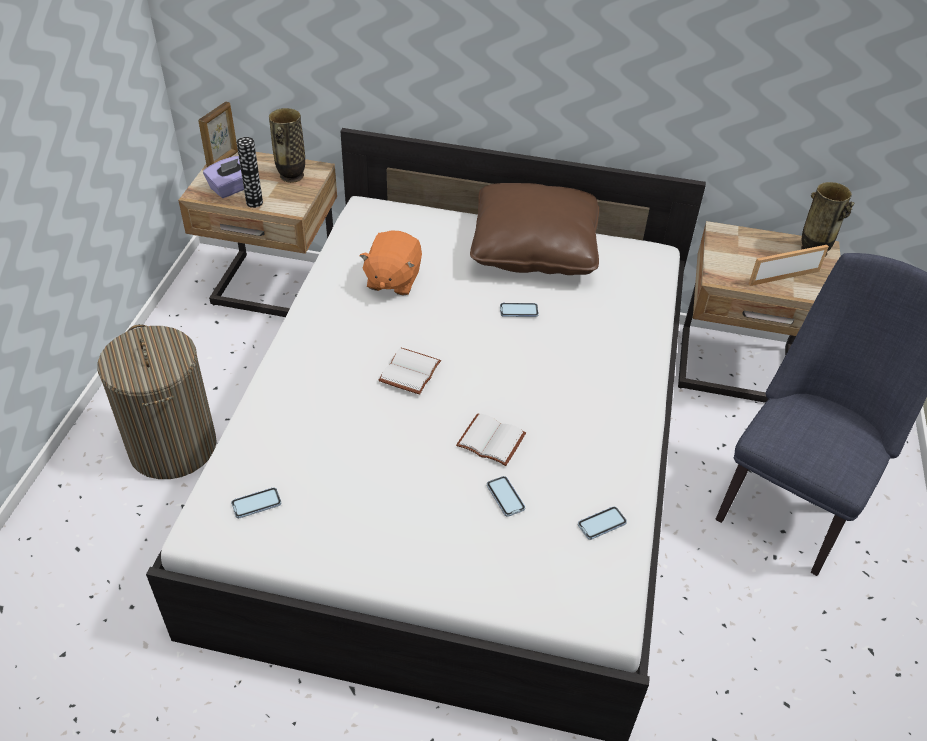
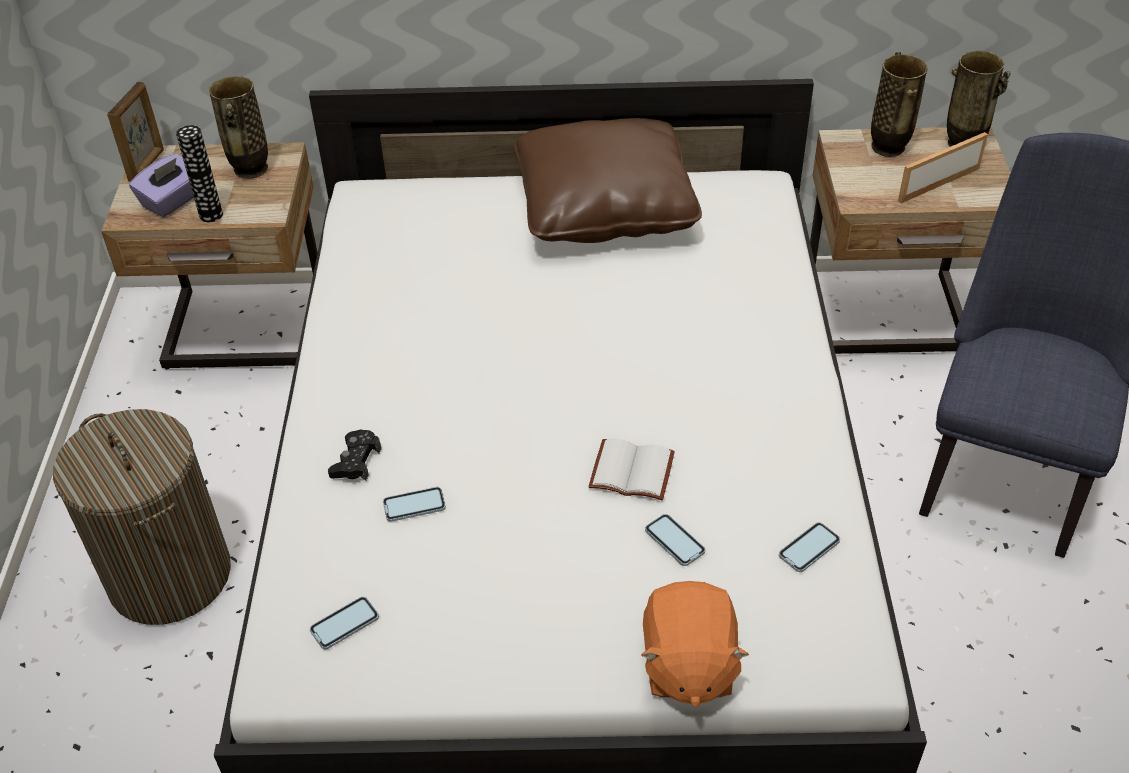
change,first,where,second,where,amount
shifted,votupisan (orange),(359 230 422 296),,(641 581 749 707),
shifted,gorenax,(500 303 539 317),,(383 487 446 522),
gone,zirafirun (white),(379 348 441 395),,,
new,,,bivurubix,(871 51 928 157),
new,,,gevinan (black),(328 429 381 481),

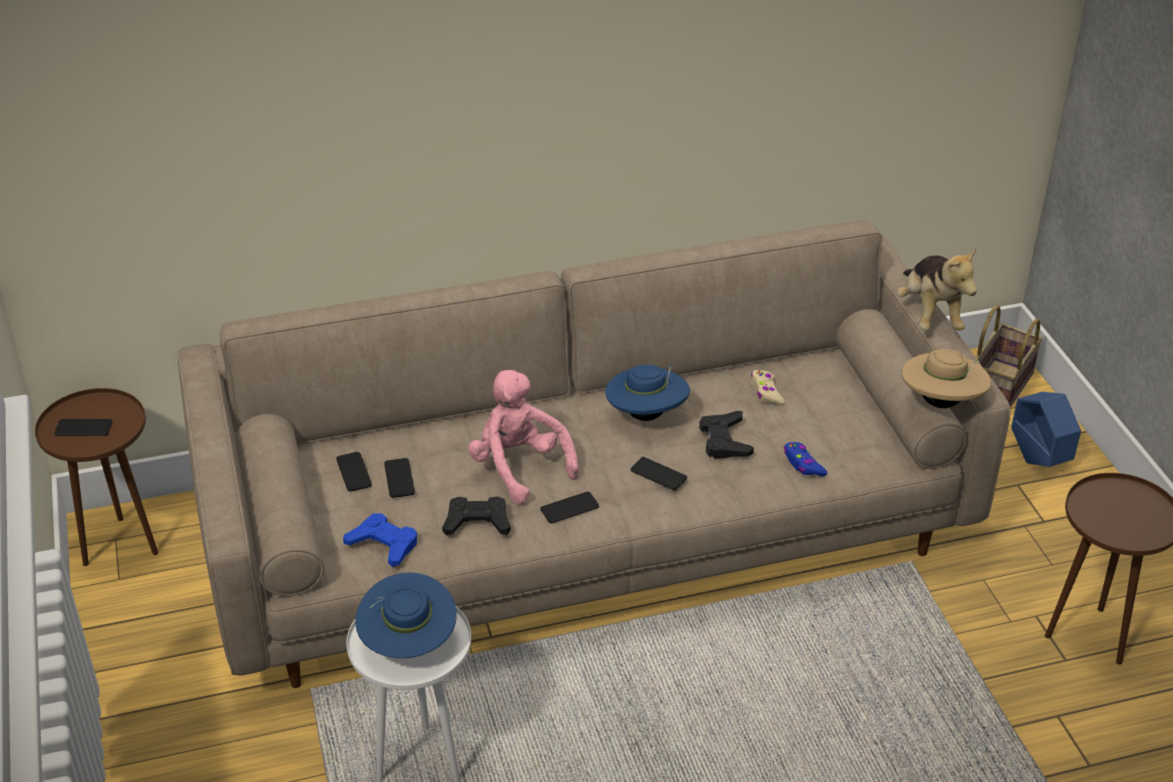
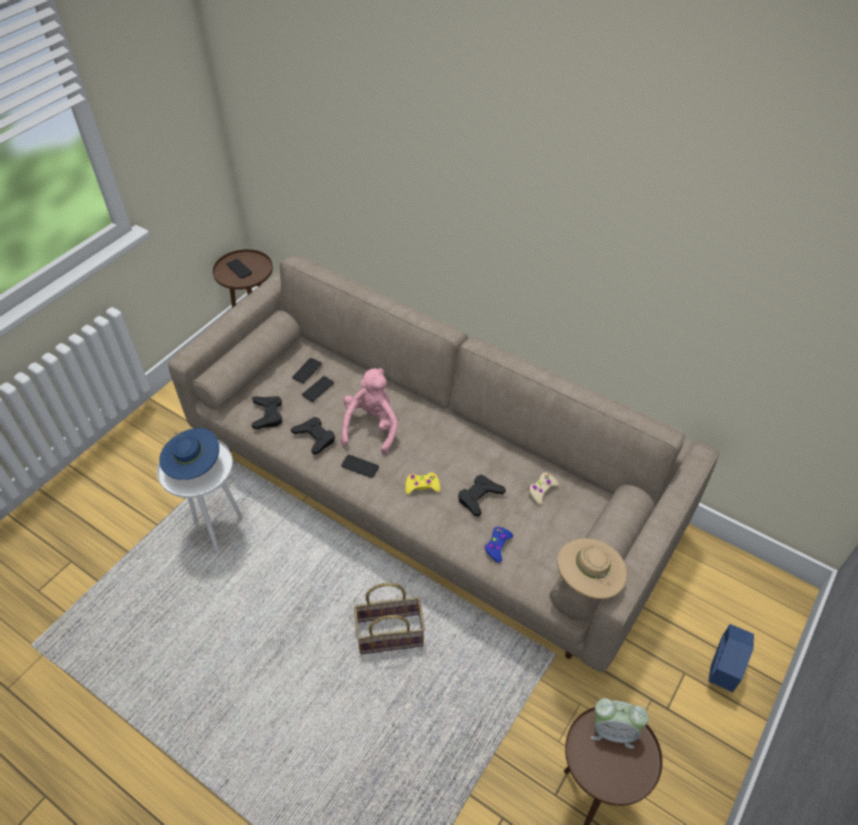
change,first,where,second,where,amount
gone,votupisan,(897 248 977 331),,,
shifted,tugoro,(976 305 1042 408),,(354 583 425 654),
gone,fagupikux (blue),(605 364 690 421),,,
swapped,gorenax,(630 457 687 490),gevinan (yellow),(405 473 440 494),
repainted,gevinan (blue),(343 513 417 567),gevinan (black),(252 396 282 429),
new,,,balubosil,(591 698 649 749),

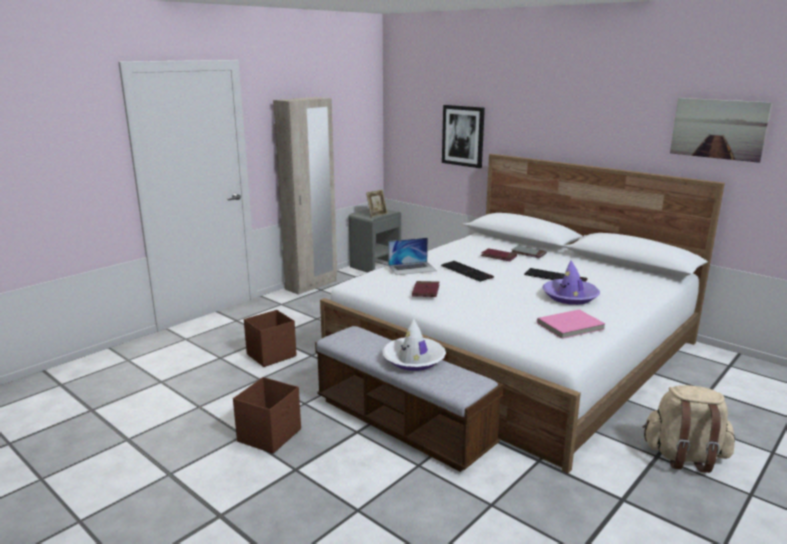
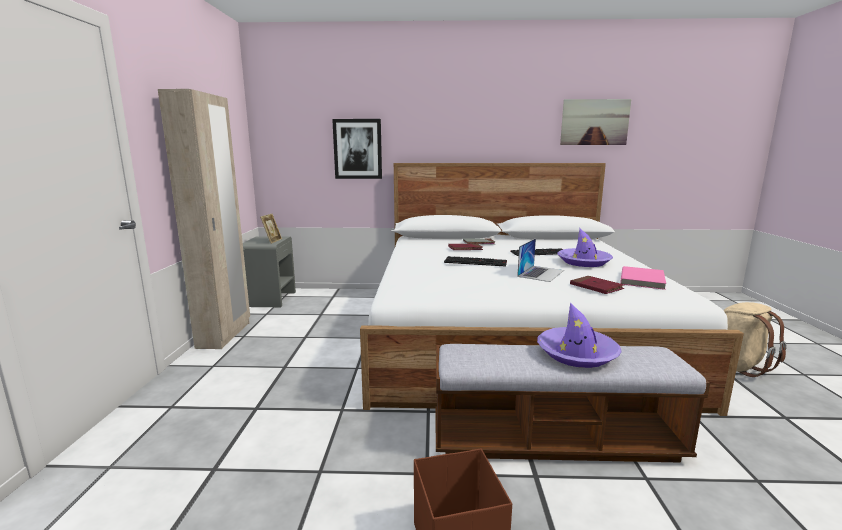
change,first,where,second,where,amount
shifted,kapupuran,(388 238 437 275),,(517 238 564 282),
shifted,zirafirun (red),(412 281 439 297),,(570 276 624 294),
gone,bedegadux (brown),(244 310 297 367),,,
repainted,fagupikux (white),(382 318 446 371),fagupikux (purple),(537 303 622 368),

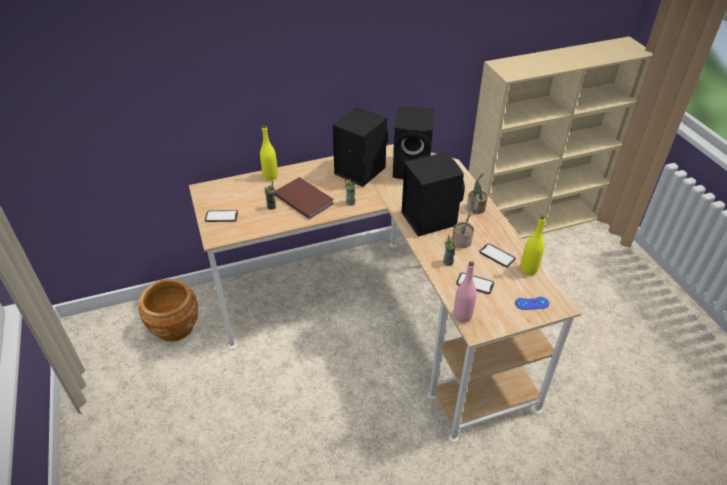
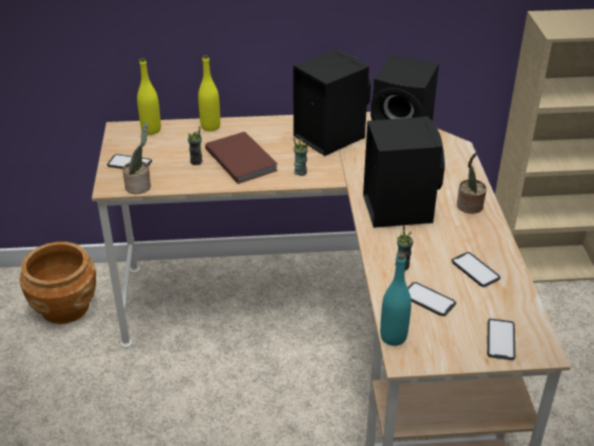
change,first,where,second,where,amount
shifted,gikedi,(452 194 479 248),,(122 122 151 194),
shifted,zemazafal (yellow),(521 215 545 275),,(137 58 161 135),
repainted,zemazafal (pink),(454 261 477 323),zemazafal (turquoise),(380 253 411 346),
swapped,gevinan (blue),(515 297 549 310),gorenax,(487 319 515 360),

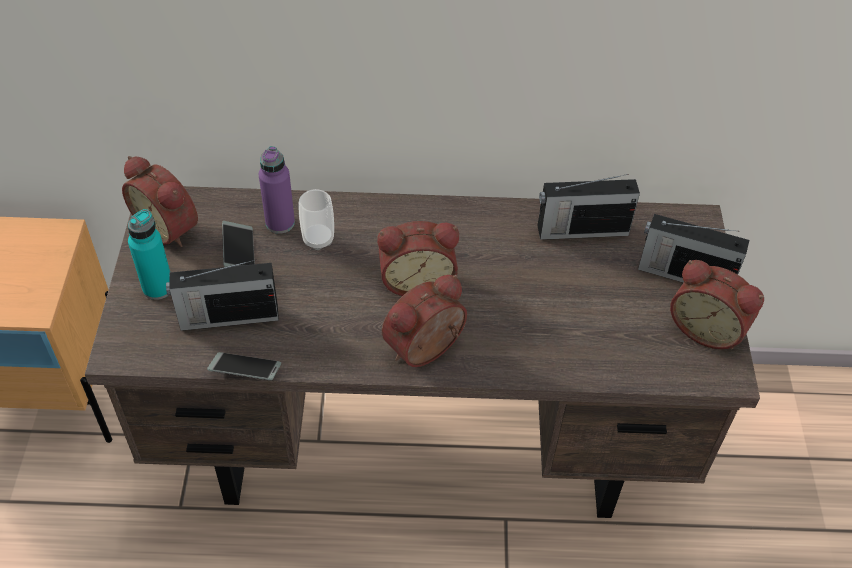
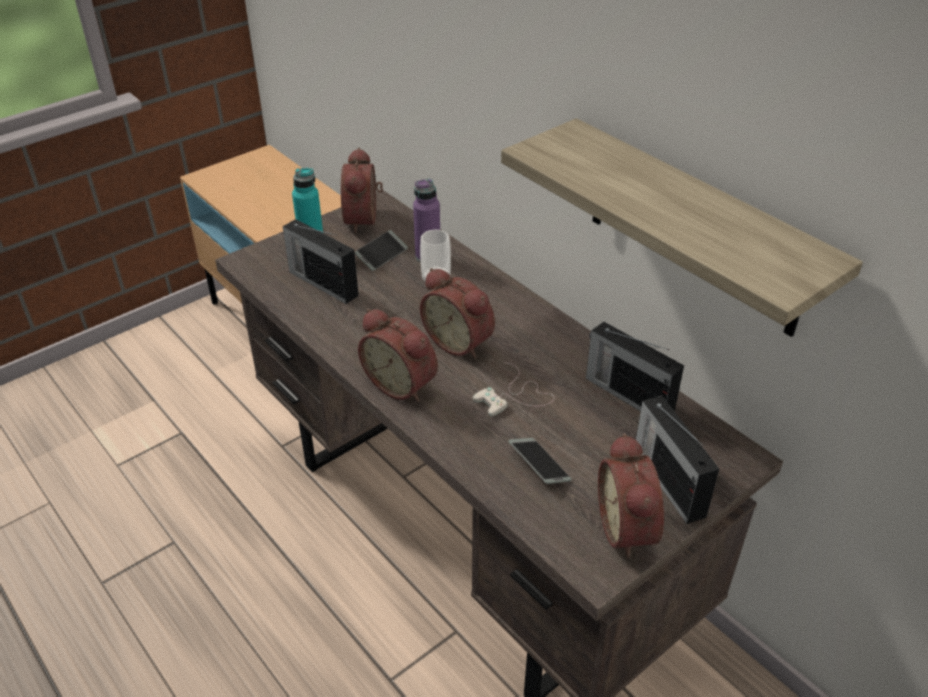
change,first,where,second,where,amount
rotated,balubosil,(382 275 467 367),,(358 309 438 402),150 degrees counterclockwise
shifted,gorenax,(207 352 281 380),,(508 438 571 484),
new,,,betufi,(501 118 863 337),
new,,,gevinan (white),(473 362 554 416),

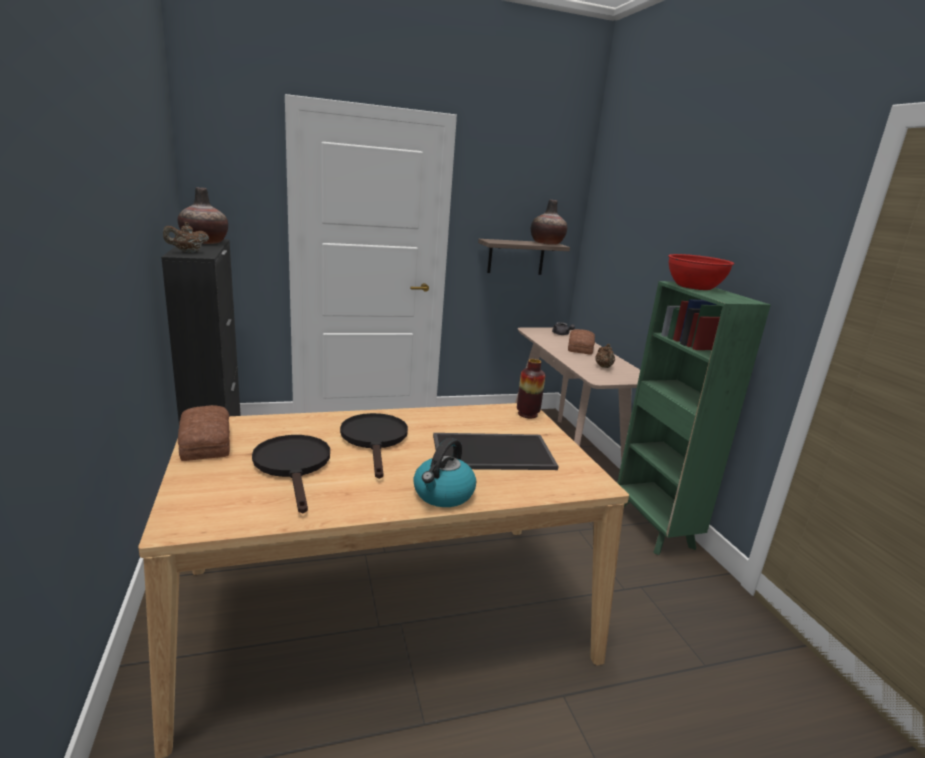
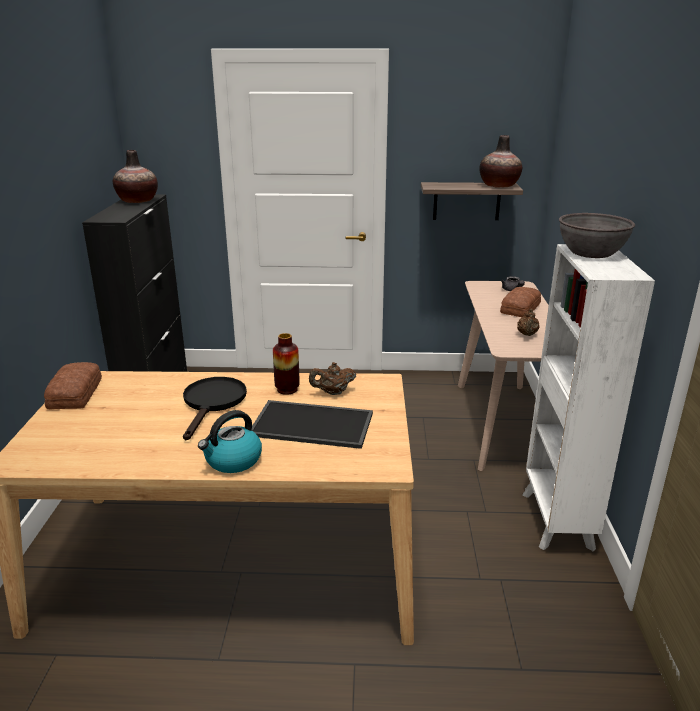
change,first,where,second,where,amount
shifted,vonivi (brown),(163 222 209 253),,(309 362 356 395),
repainted,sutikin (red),(668 254 734 290),sutikin (grey),(559 213 635 258),
repainted,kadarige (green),(617 281 771 555),kadarige (white),(522 244 655 551),
shifted,bivurubix,(517 359 545 418),,(273 333 300 395),
gone,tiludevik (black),(252 435 330 513),,,

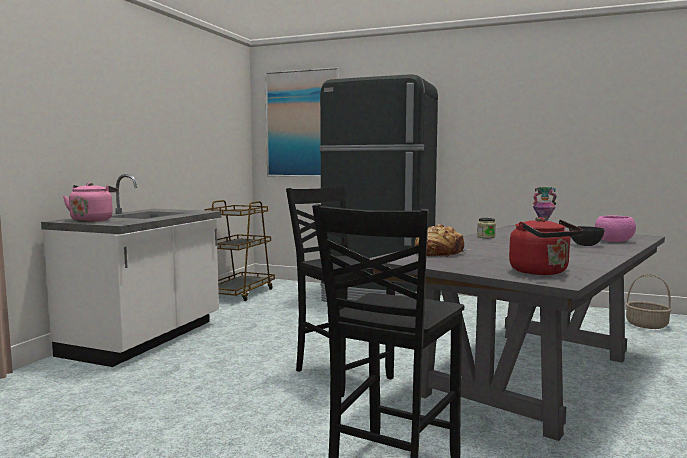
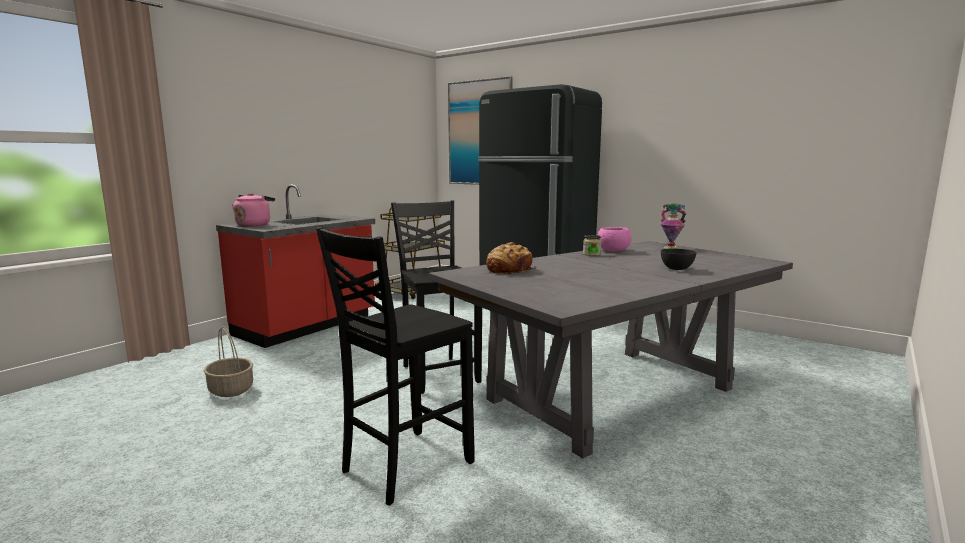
change,first,where,second,where,amount
repainted,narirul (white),(41 174 221 367),narirul (red),(216 184 375 348),
shifted,sutikin (pink),(595 215 636 242),,(598 227 632 251),
gone,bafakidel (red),(509 217 583 275),,,
shifted,tugoro,(626 274 672 329),,(204 326 253 397),

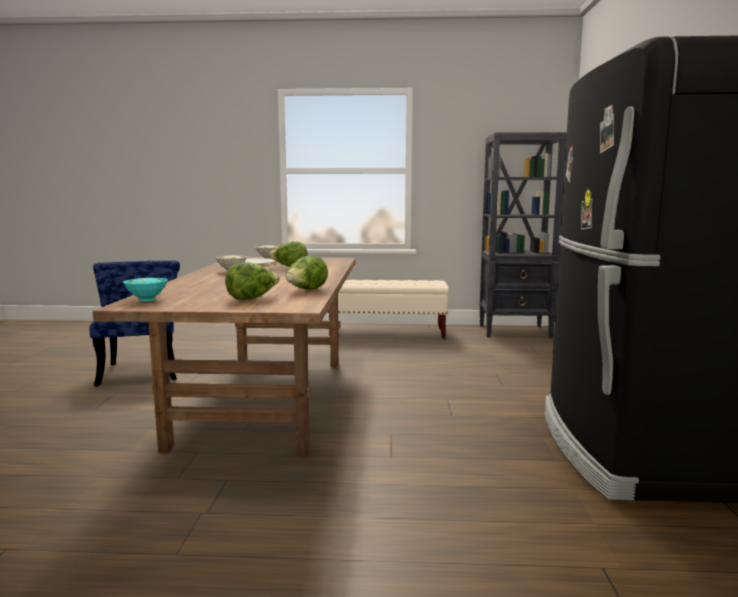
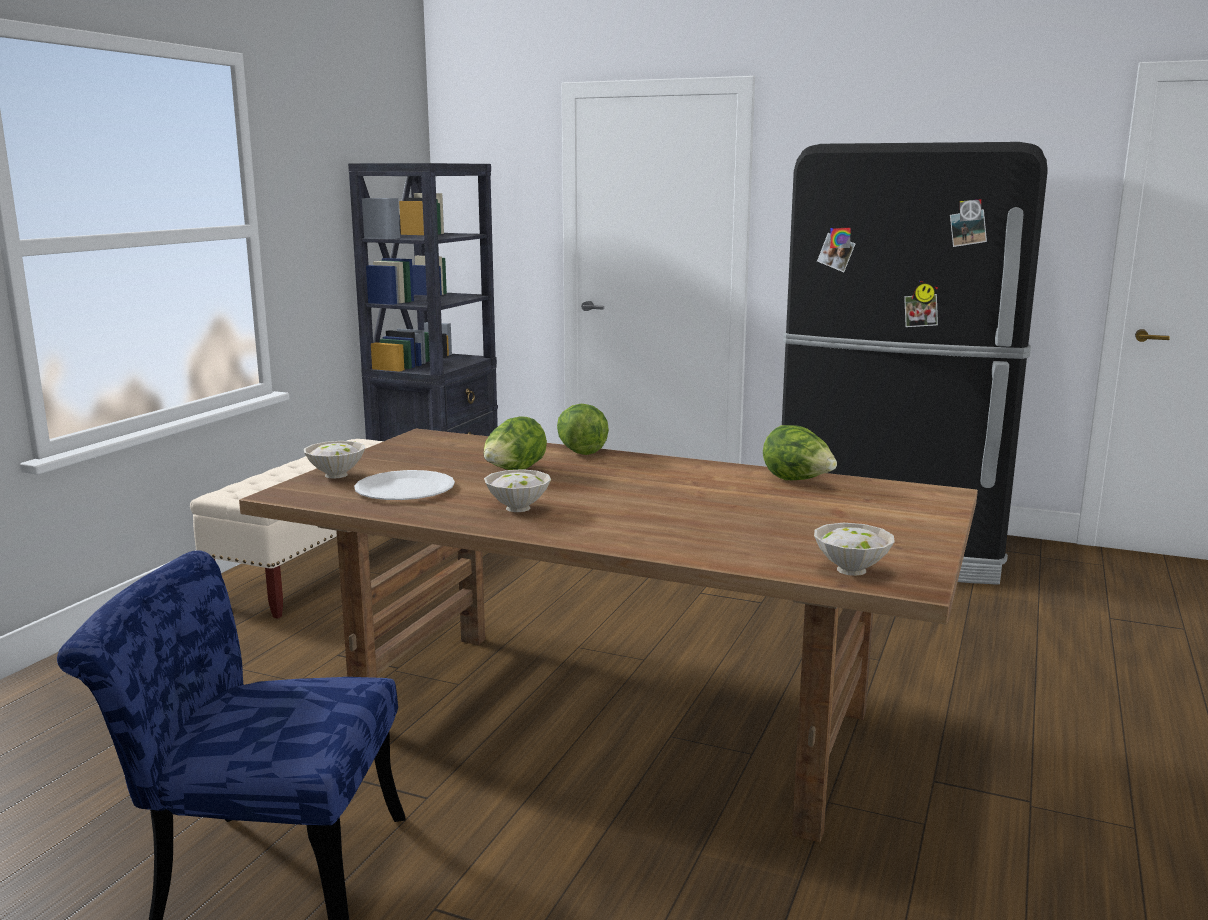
change,first,where,second,where,amount
shifted,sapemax,(225 262 280 300),,(557 404 609 455),
repainted,sutikin (turquoise),(123 278 168 301),sutikin (white),(814 523 895 576),

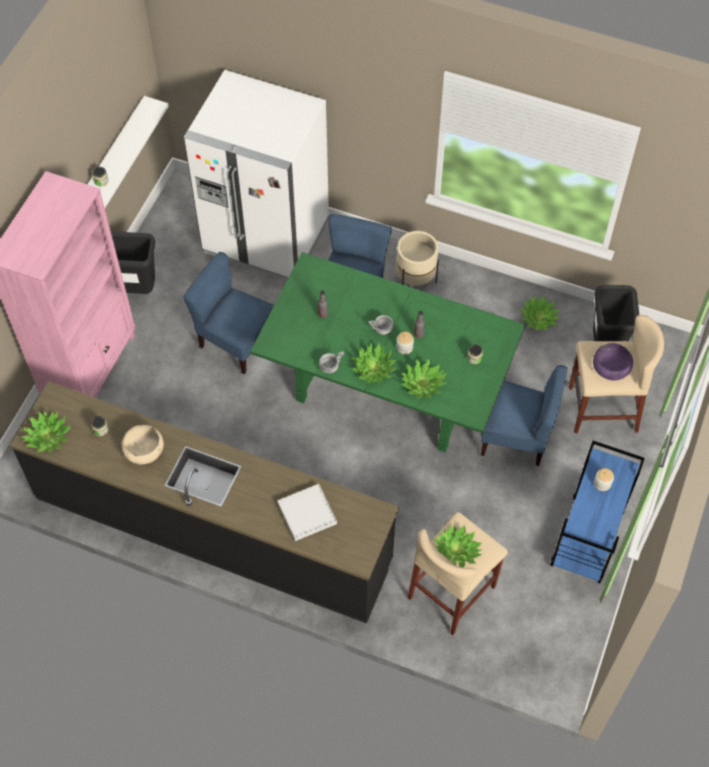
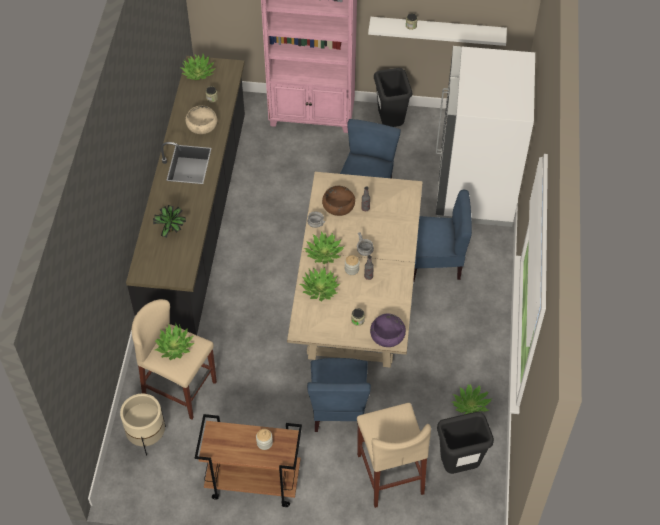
change,first,where,second,where,amount
shifted,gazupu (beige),(396 231 439 286),,(120 394 166 456),
repainted,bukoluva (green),(250 252 526 452),bukoluva (beige),(287 172 423 368),
shifted,sutikin (purple),(593 343 633 380),,(370 313 406 347),
repainted,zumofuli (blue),(550 441 645 583),zumofuli (brown),(195 414 302 507),
swapped,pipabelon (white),(277 484 337 541),gikedi,(153 205 186 238),
new,,,sutikin (brown),(322 186 355 216),

